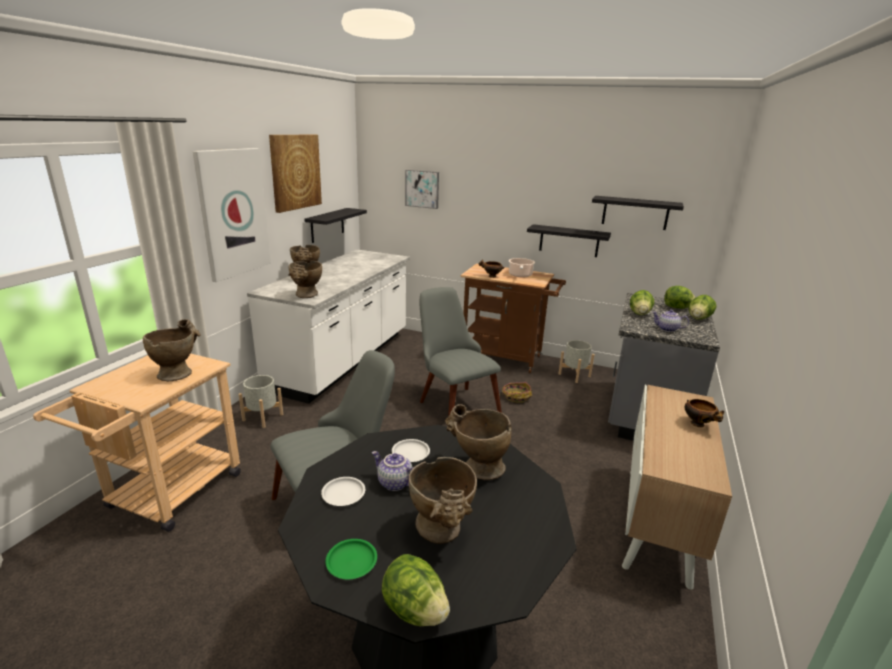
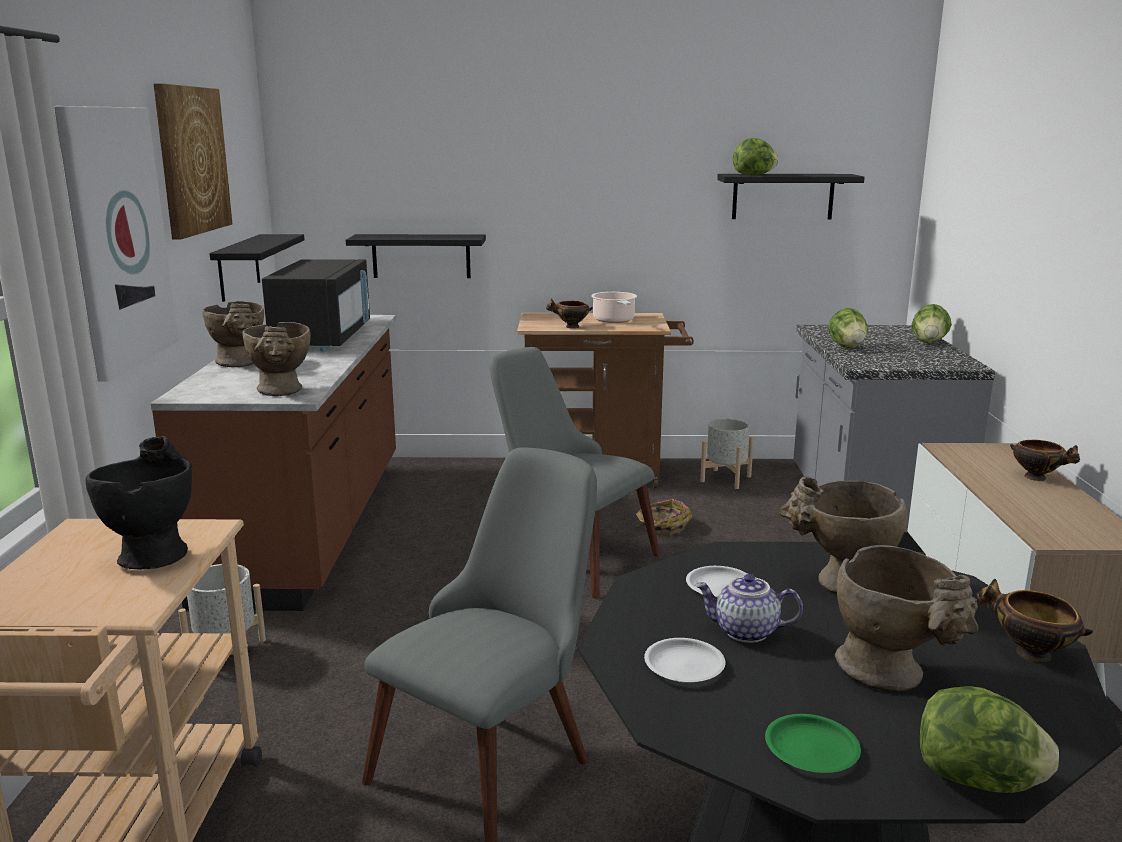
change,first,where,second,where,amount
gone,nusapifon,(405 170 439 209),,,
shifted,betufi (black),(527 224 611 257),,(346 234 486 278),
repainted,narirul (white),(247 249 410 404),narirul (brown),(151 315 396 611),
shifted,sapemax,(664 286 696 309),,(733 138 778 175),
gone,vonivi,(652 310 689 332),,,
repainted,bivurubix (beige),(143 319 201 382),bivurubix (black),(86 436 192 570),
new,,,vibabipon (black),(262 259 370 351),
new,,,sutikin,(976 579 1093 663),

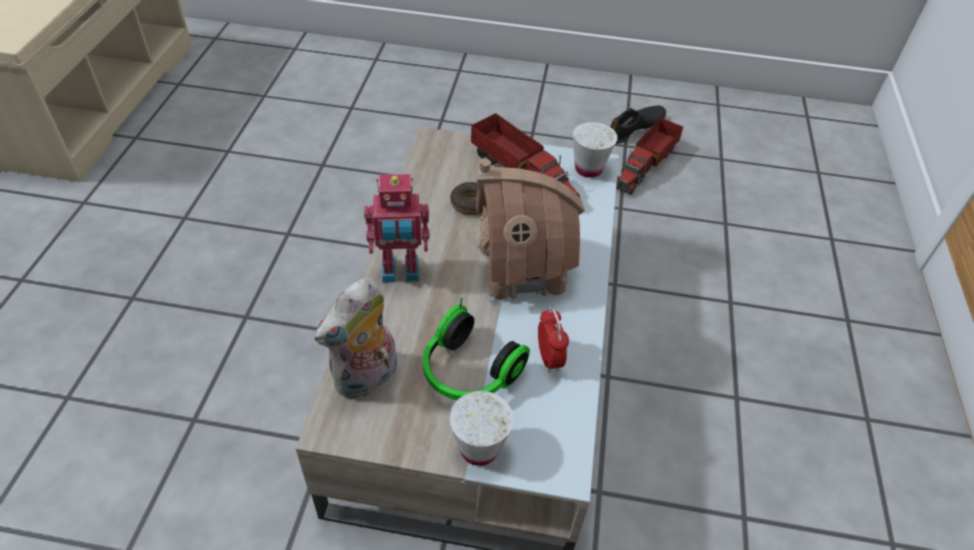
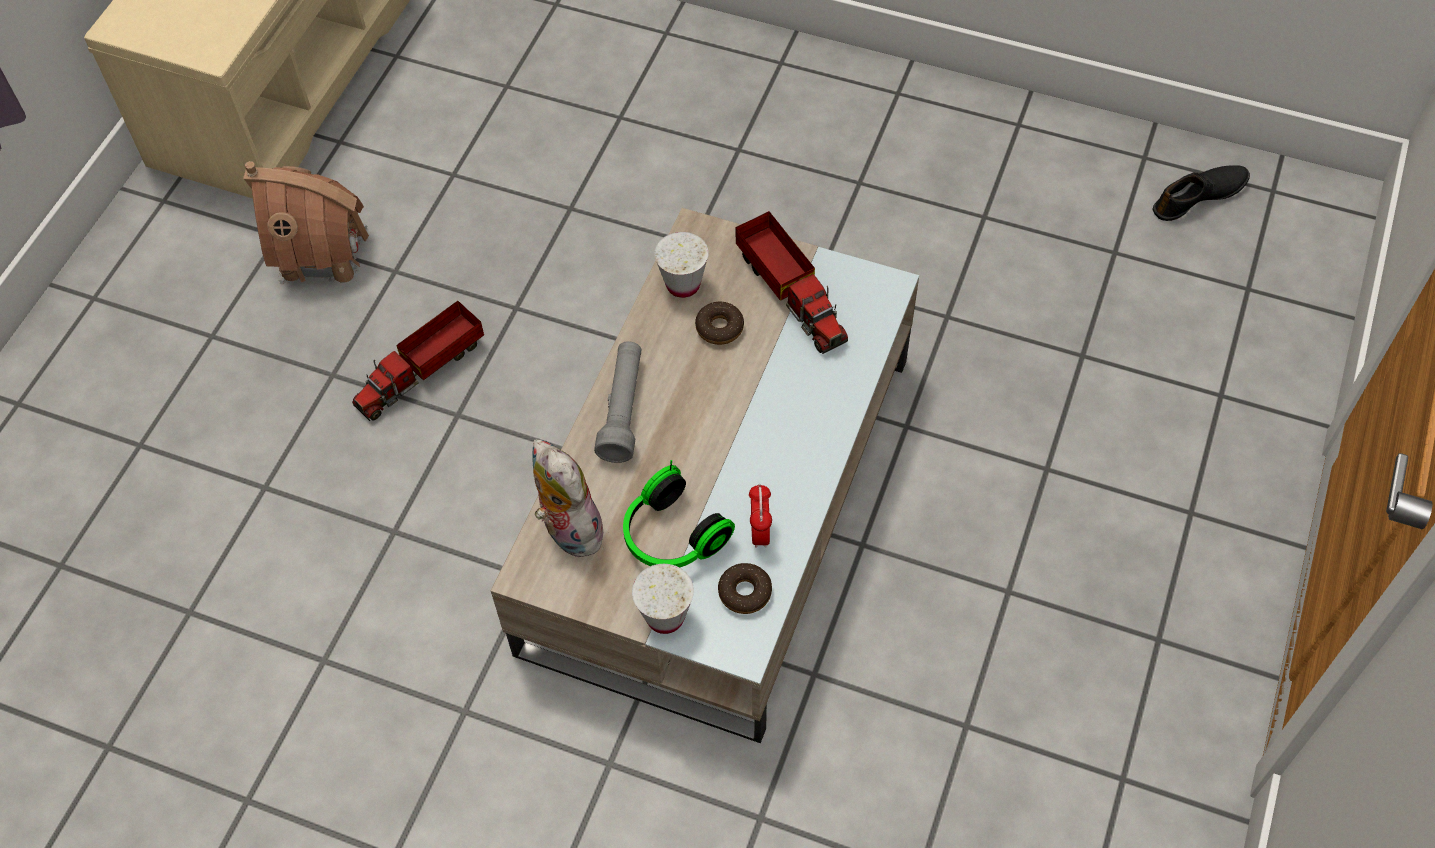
change,first,where,second,where,amount
shifted,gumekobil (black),(610 105 666 144),,(1152 165 1250 221),
shifted,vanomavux,(616 118 683 195),,(352 301 484 421),
shifted,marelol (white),(572 122 617 178),,(654 232 709 298),
shifted,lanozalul,(475 159 585 304),,(243 161 369 285),
swapped,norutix,(364 174 430 283),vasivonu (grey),(594 341 641 463),
rotated,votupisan,(315 278 397 399),,(532 439 603 557),90 degrees clockwise
new,,,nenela,(718 563 772 614),

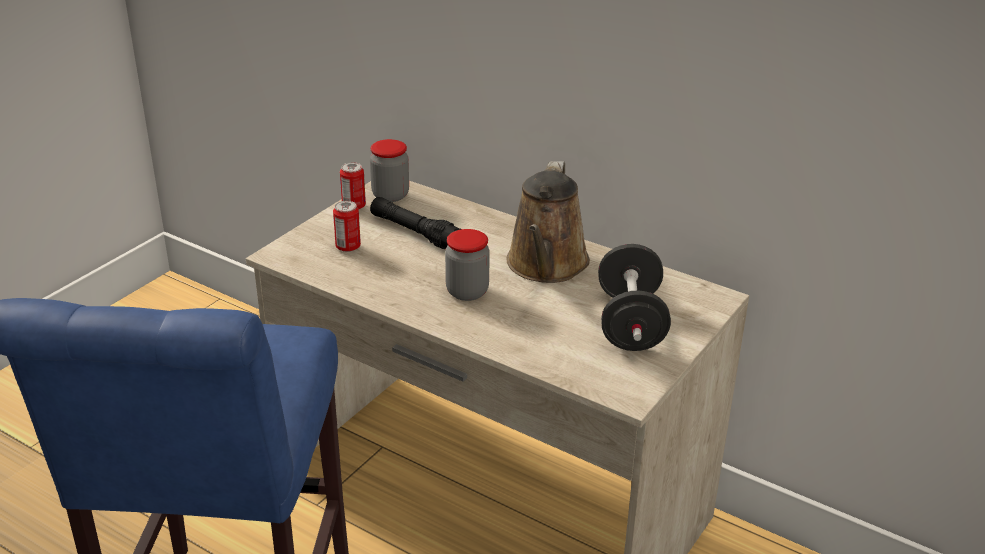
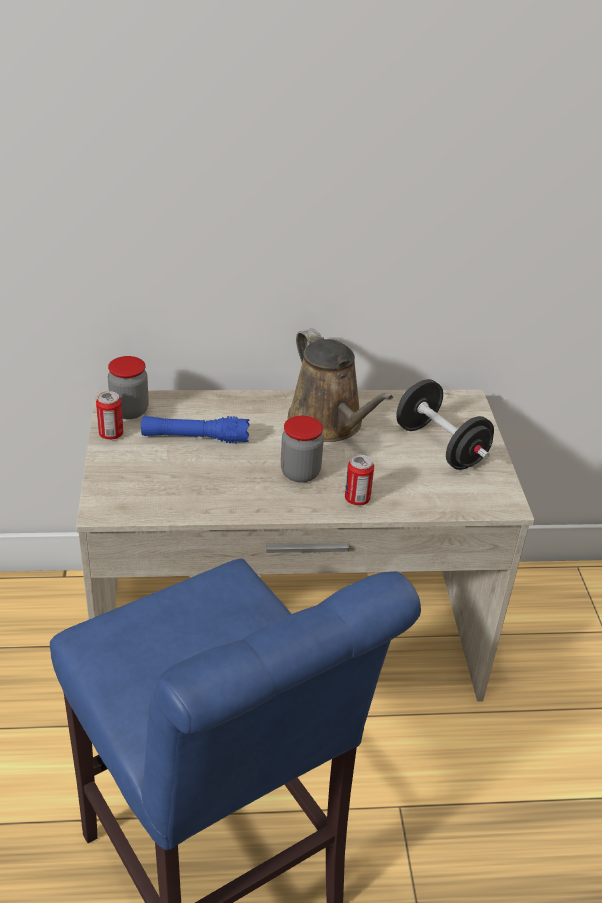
change,first,where,second,where,amount
repainted,vasivonu (black),(370 197 461 249),vasivonu (blue),(141 416 249 443),
shifted,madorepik,(333 201 361 252),,(345 455 374 505),

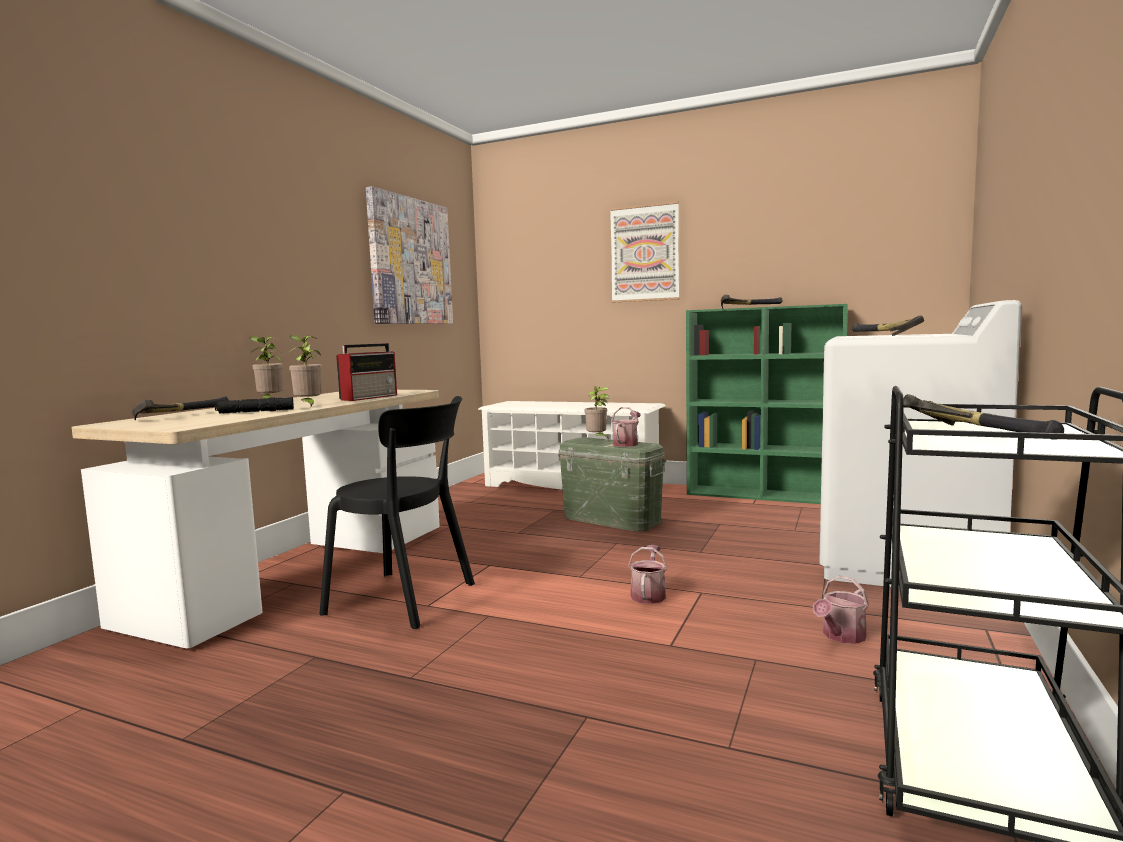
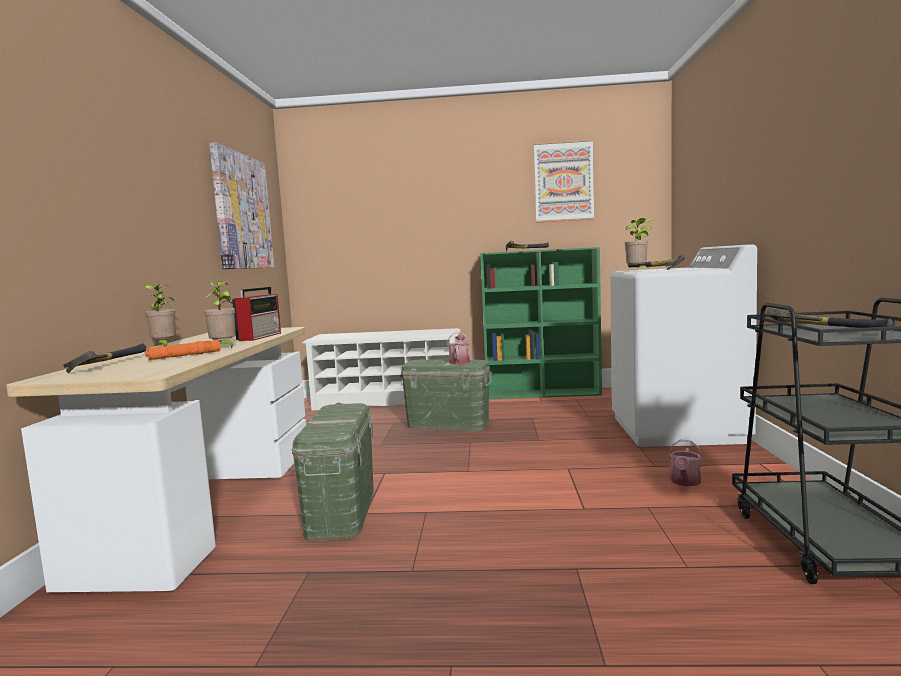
change,first,where,second,where,amount
shifted,nusapifon,(610 201 679 303),,(534 139 594 223),
shifted,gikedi,(585 386 609 439),,(625 218 653 269),
swapped,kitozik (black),(320 396 475 629),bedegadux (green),(292 403 374 541),
repainted,vasivonu (black),(215 397 294 414),vasivonu (orange),(144 340 220 360),
gone,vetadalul,(628 545 667 604),,,

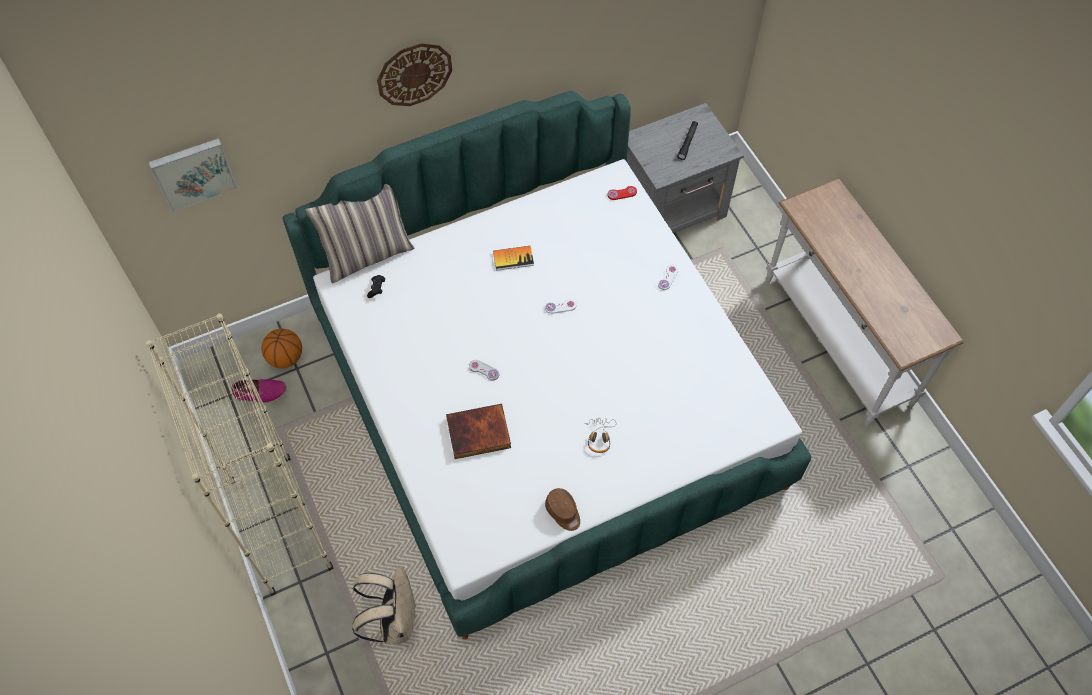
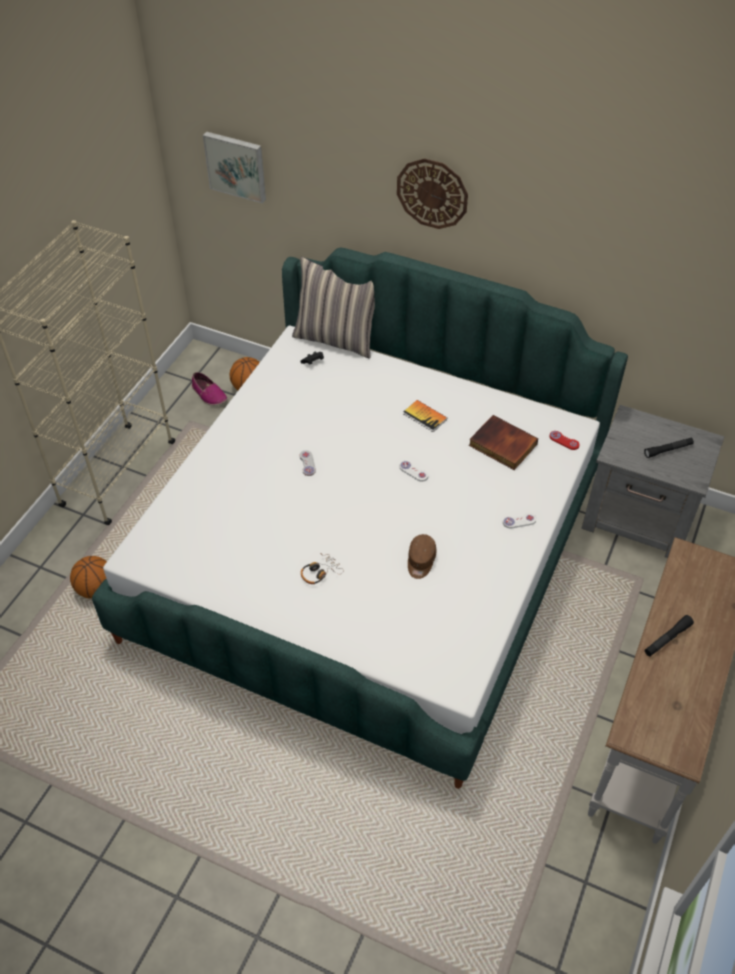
change,first,where,second,where,amount
shifted,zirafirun,(446 404 511 459),,(469 415 538 470),
shifted,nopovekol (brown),(545 488 580 531),,(408 534 436 579),
swapped,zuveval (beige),(352 567 416 645),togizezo,(70 556 107 598),
new,,,vasivonu (black),(645 615 694 657),

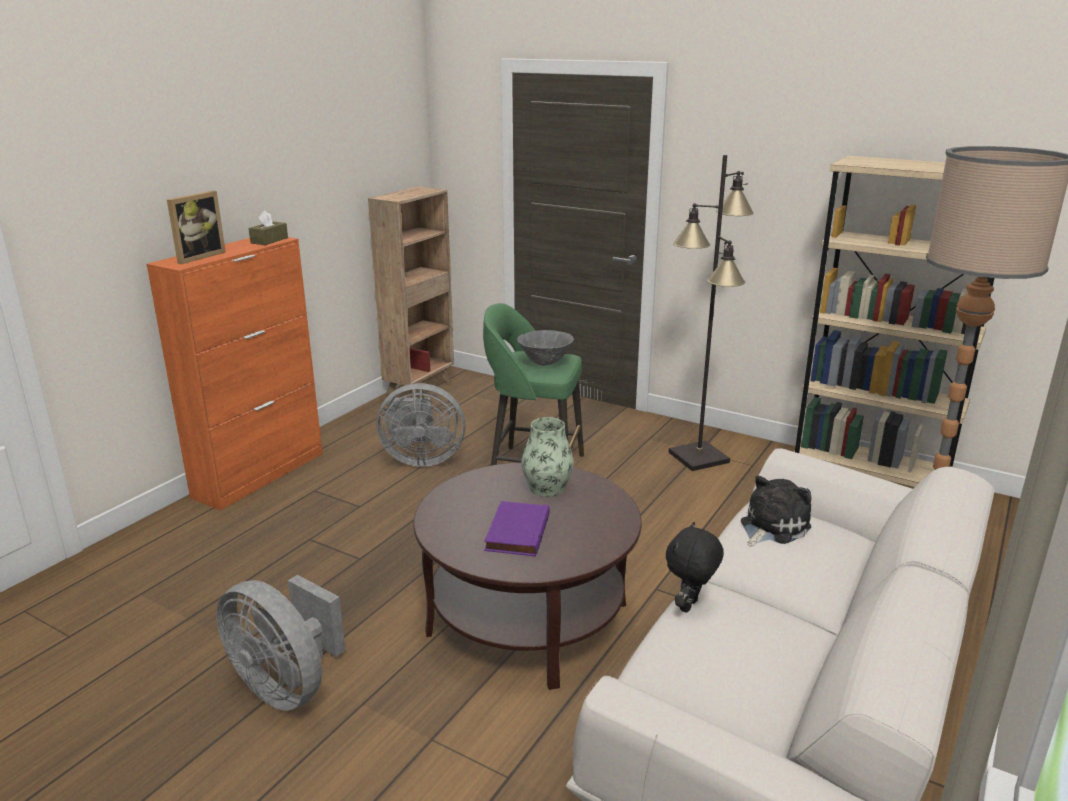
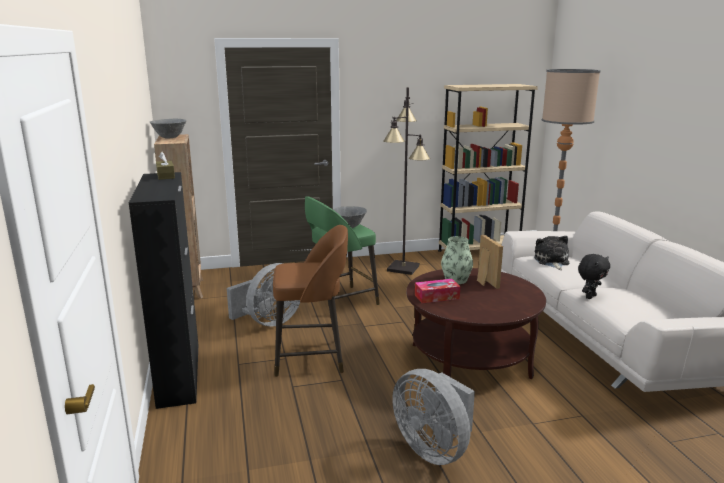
change,first,where,second,where,amount
shifted,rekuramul,(167 191 226 264),,(477 234 503 289),
repainted,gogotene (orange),(147 237 322 510),gogotene (black),(129 172 198 409),
gone,zirafirun (purple),(484 501 550 557),,,
rotated,votupisan (black),(666 522 724 612),,(578 254 610 299),120 degrees counterclockwise
rotated,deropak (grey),(216 575 345 711),,(392 369 475 465),60 degrees clockwise
new,,,sutikin (grey),(150 119 187 139),
new,,,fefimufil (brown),(273 225 348 377),
new,,,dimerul,(415 279 460 303),

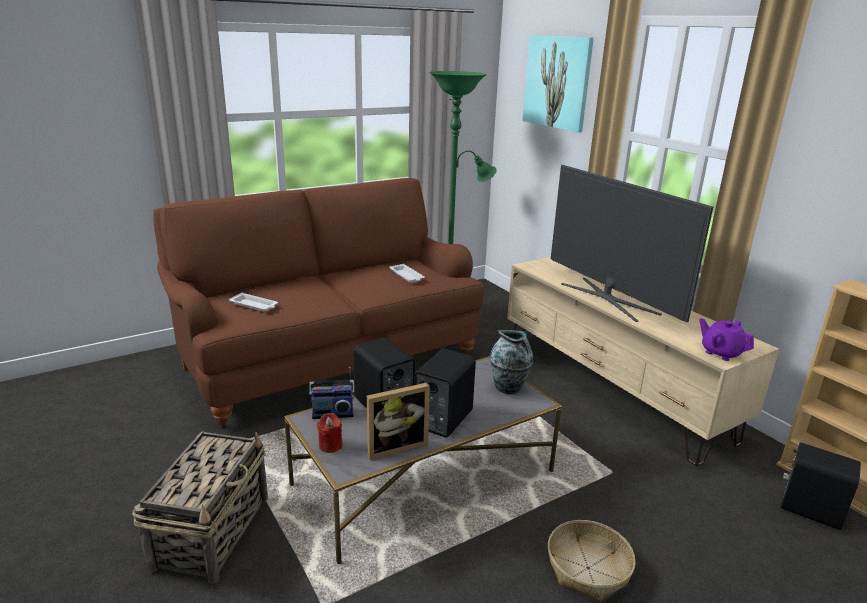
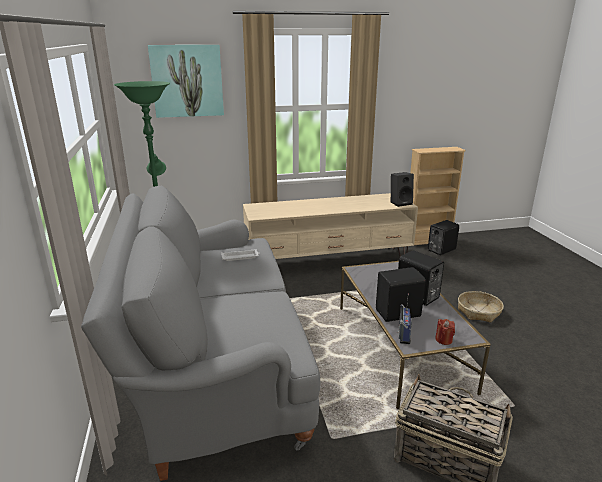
change,first,where,second,where,amount
gone,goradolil,(551 165 713 322),,,
repainted,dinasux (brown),(153 178 484 426),dinasux (grey),(81 186 320 481),
gone,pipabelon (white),(229 292 278 312),,,
swapped,vonivi (purple),(699 318 754 361),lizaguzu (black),(391 172 414 207),
gone,bivurubix,(490 330 533 394),,,
gone,rekuramul,(367 383 430 460),,,

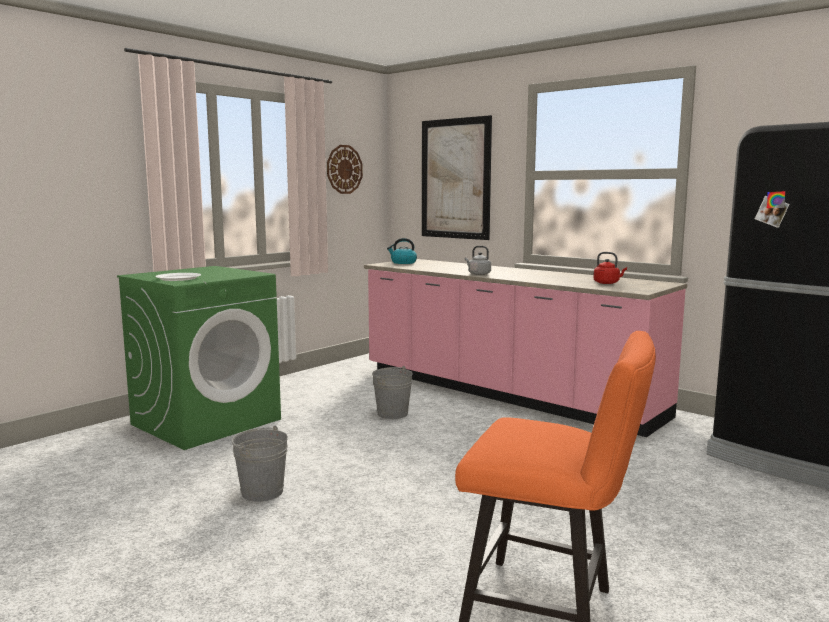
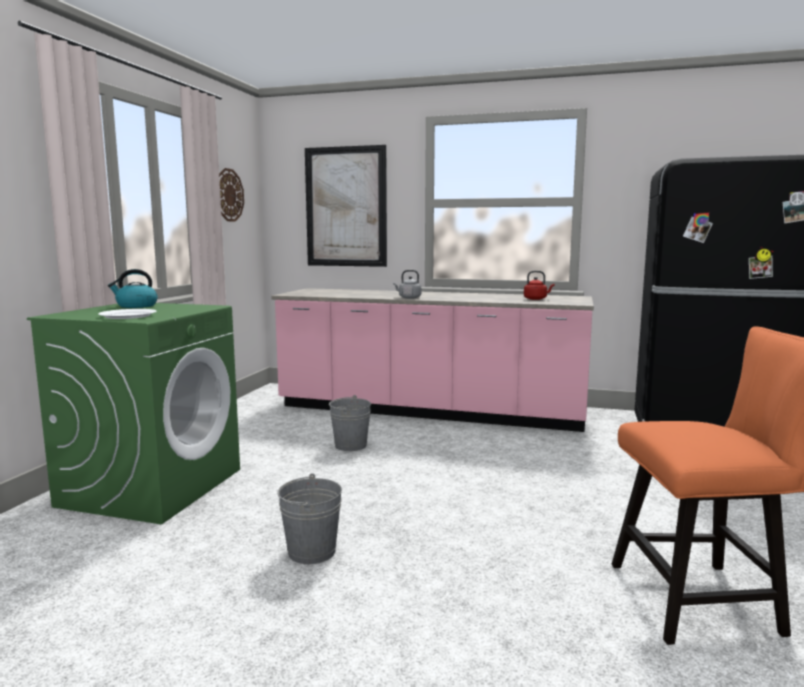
change,first,where,second,where,amount
shifted,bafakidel,(387 238 417 264),,(108 269 158 308),

